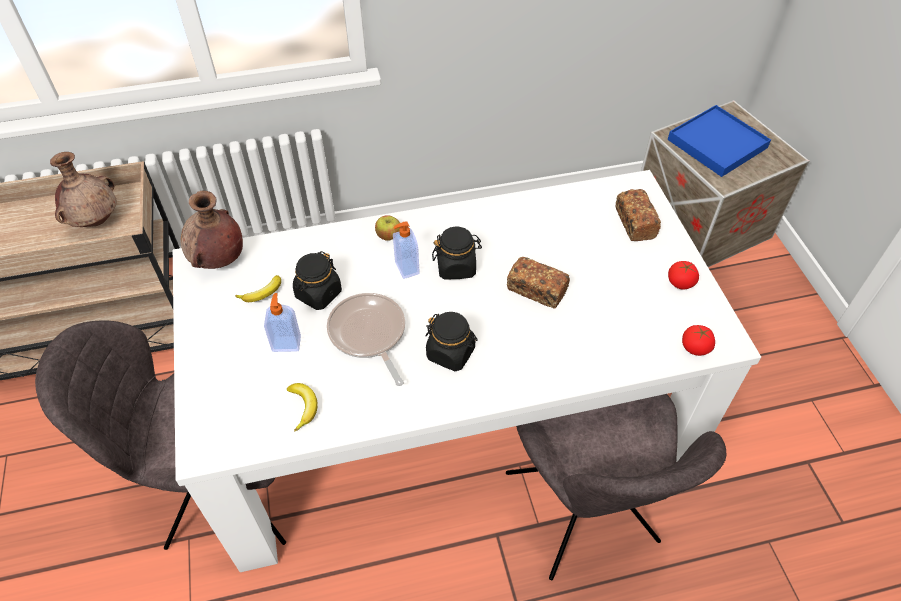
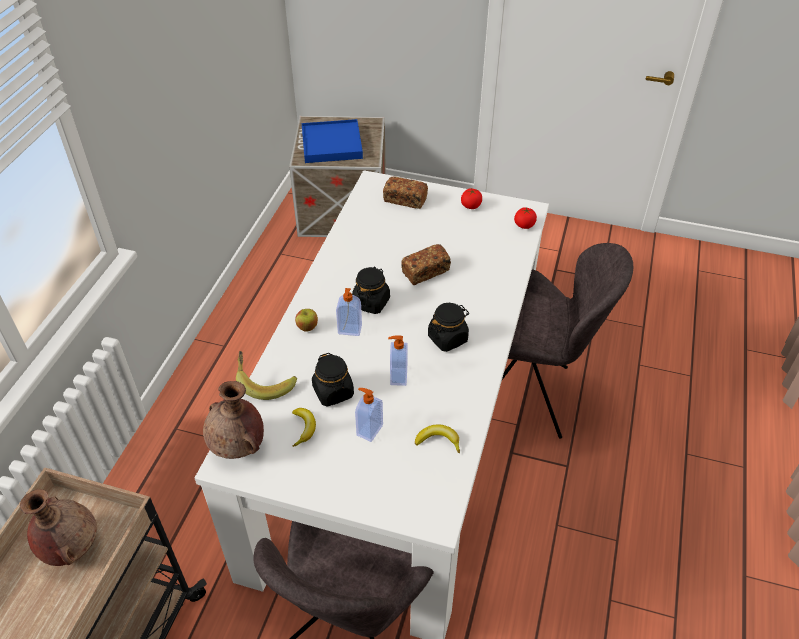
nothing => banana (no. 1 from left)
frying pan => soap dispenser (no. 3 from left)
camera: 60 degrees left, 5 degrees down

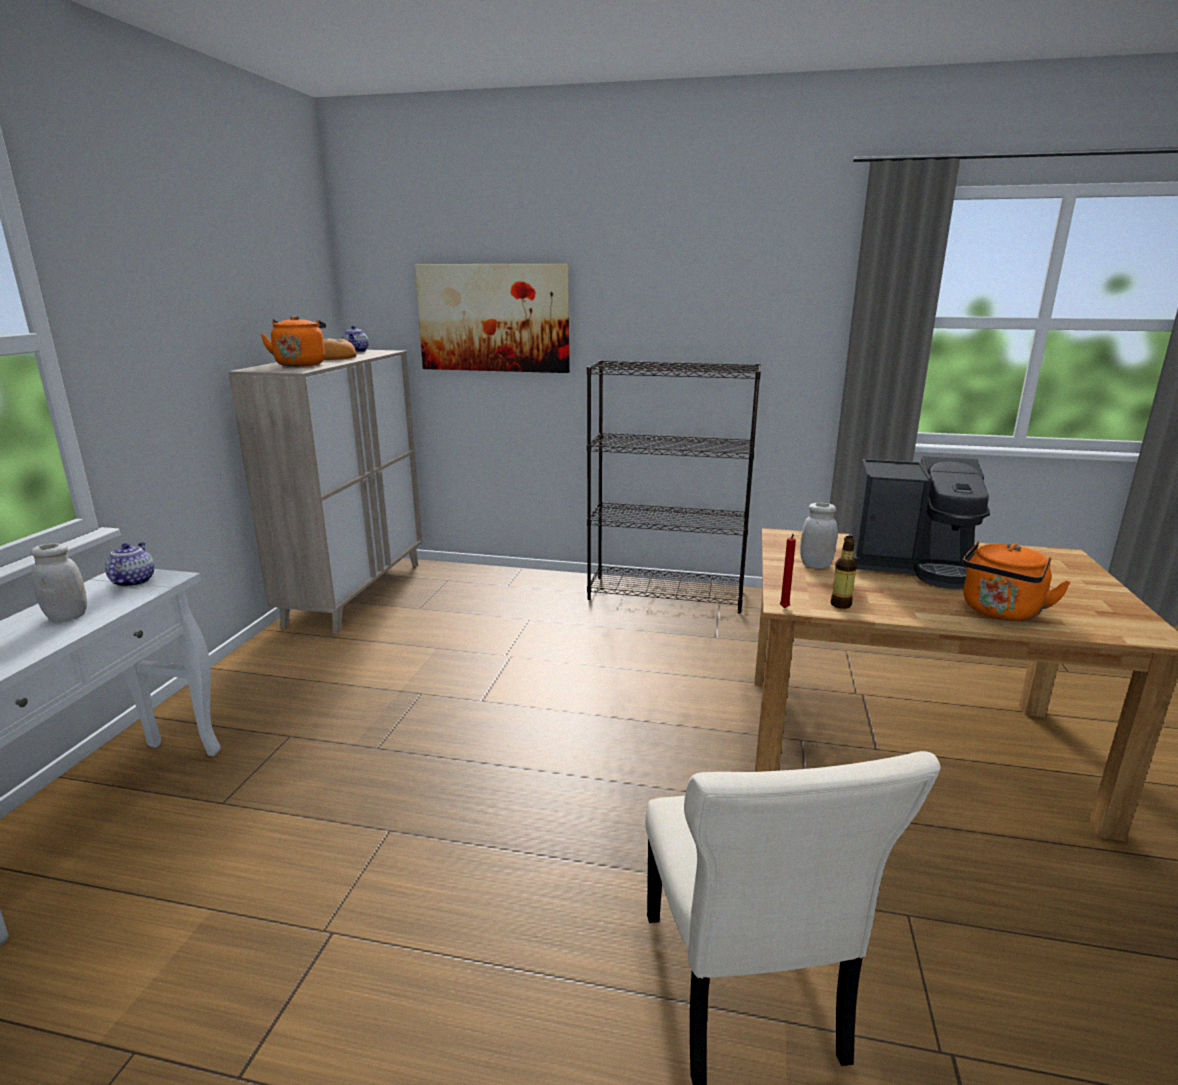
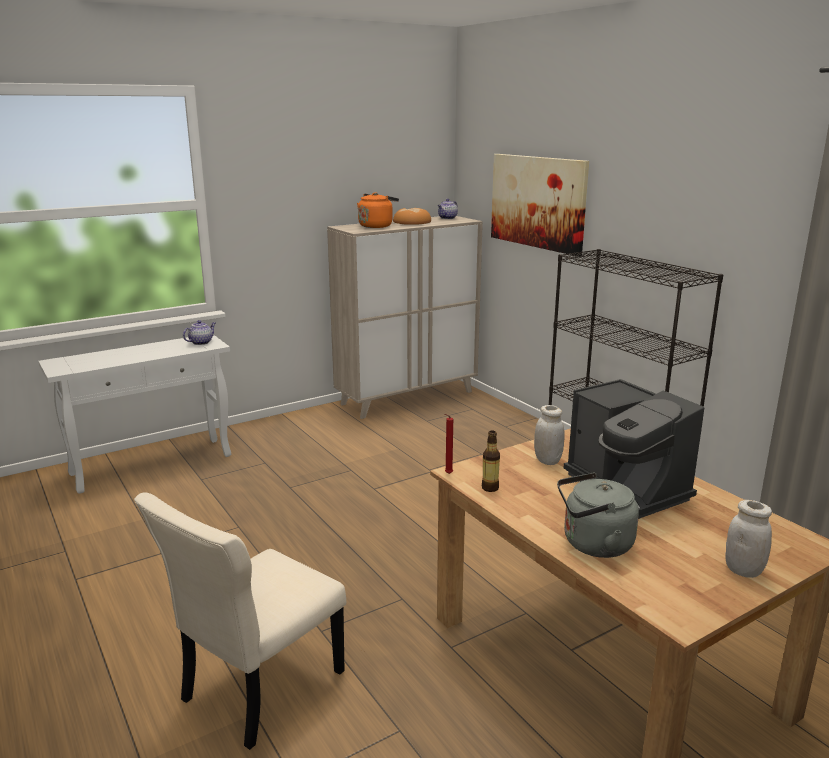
jar (white) (no. 1 from left in the first image) => jar (white) (no. 2 from left), relocated
kettle (orange) (no. 2 from left) => kettle (grey)
camera: 45 degrees right, 0 degrees up

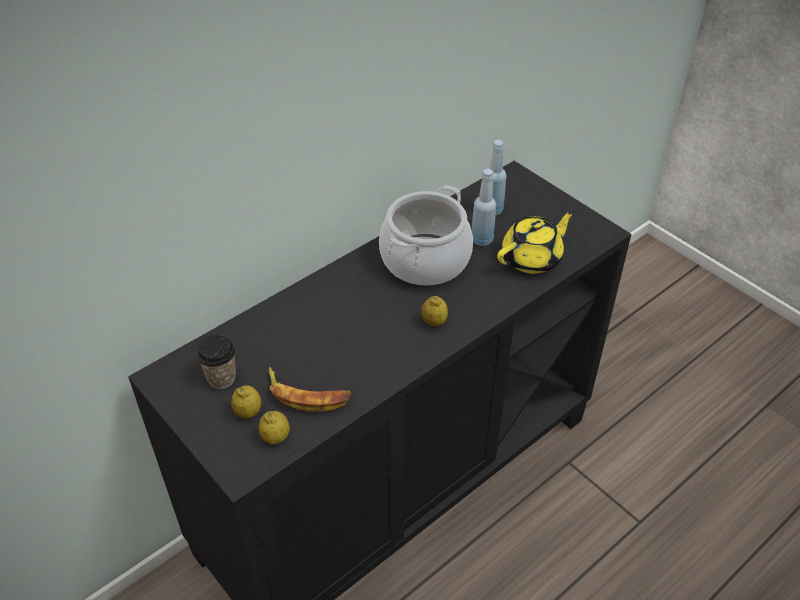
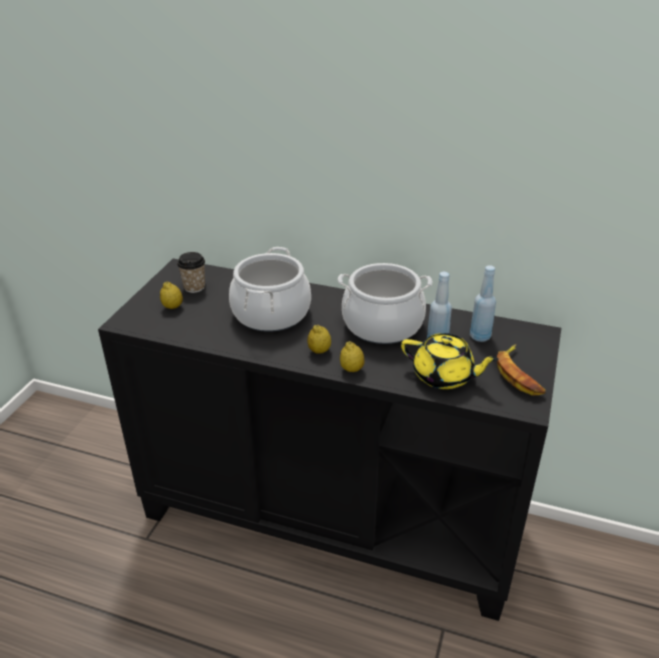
nothing => cooking pot (no. 1 from left)
lemon (no. 2 from left in the first image) => lemon (no. 3 from left), relocated
banana, relocated
camera: 60 degrees right, 10 degrees down

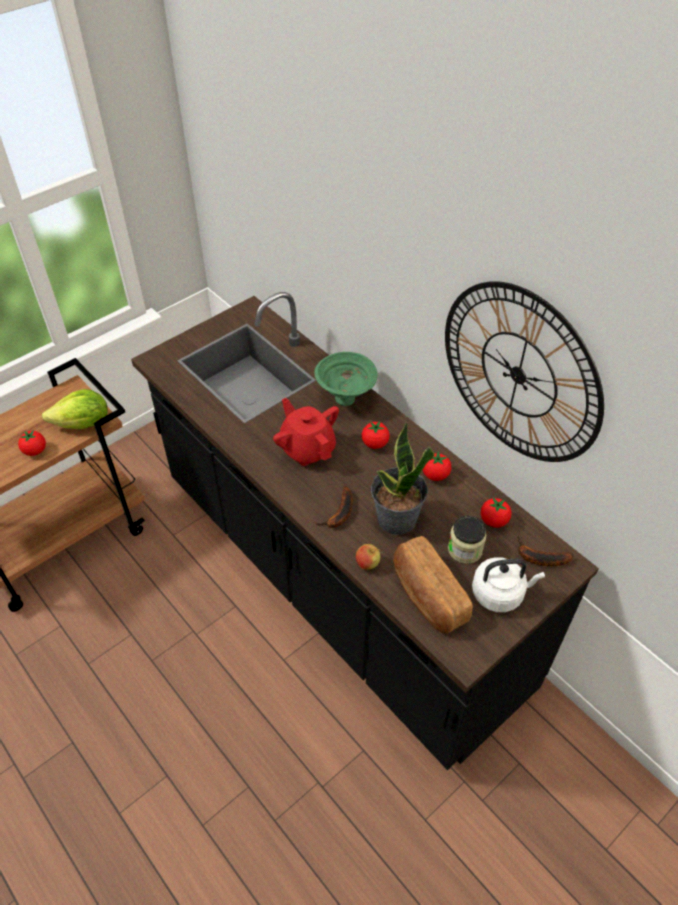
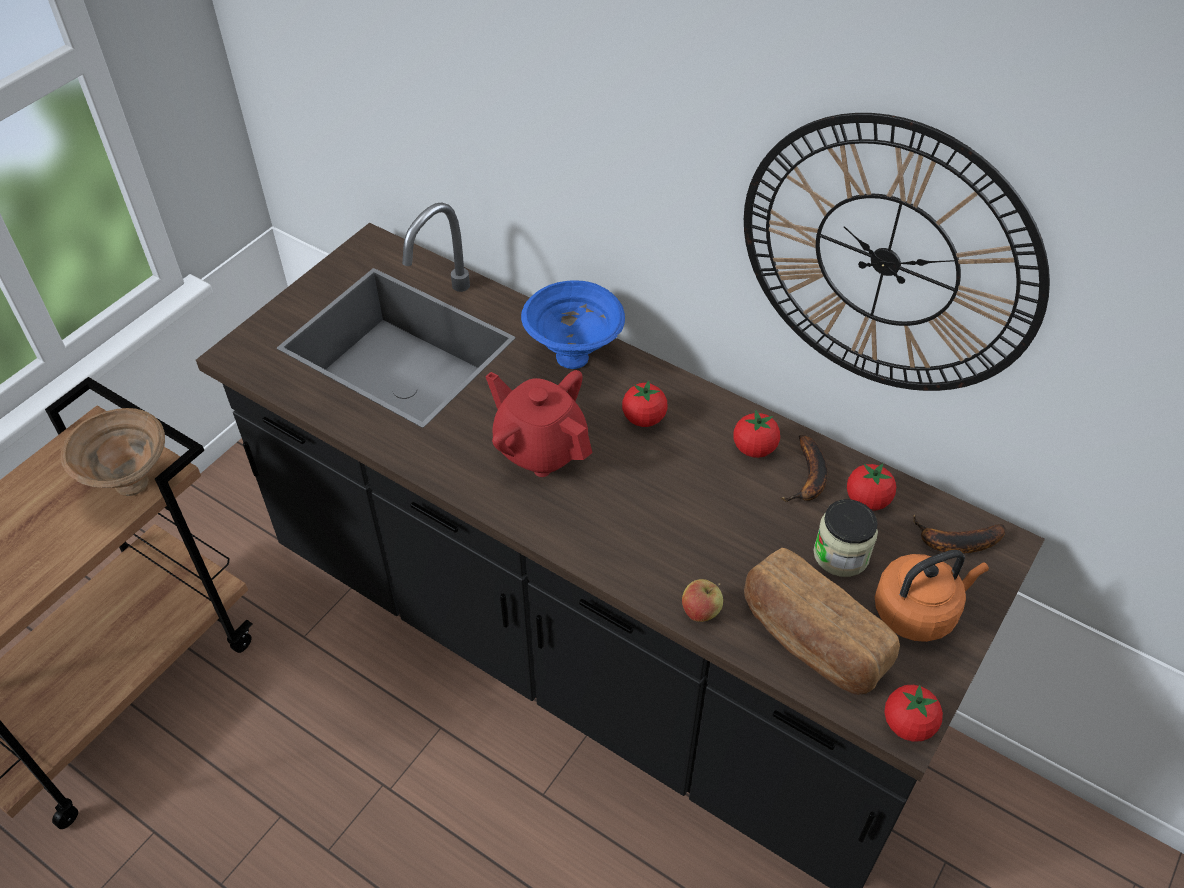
potted plant => nothing
tomato (no. 1 from left in the first image) => tomato (no. 4 from left), relocated
banana (no. 1 from left), relocated
lettuce => bowl (brown)
bowl (green) => bowl (blue)
kettle (white) => kettle (orange)
camera: 15 degrees left, 0 degrees up

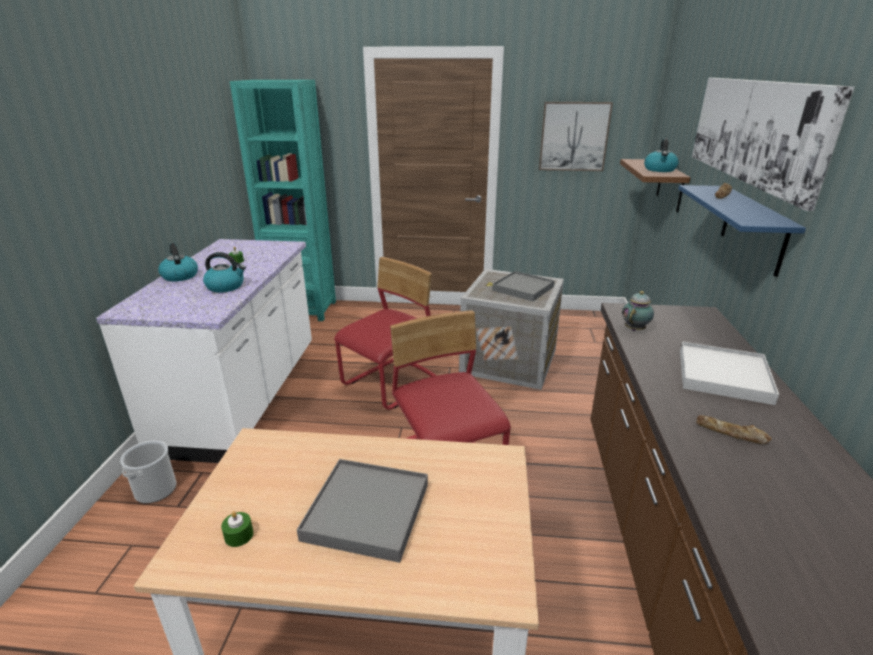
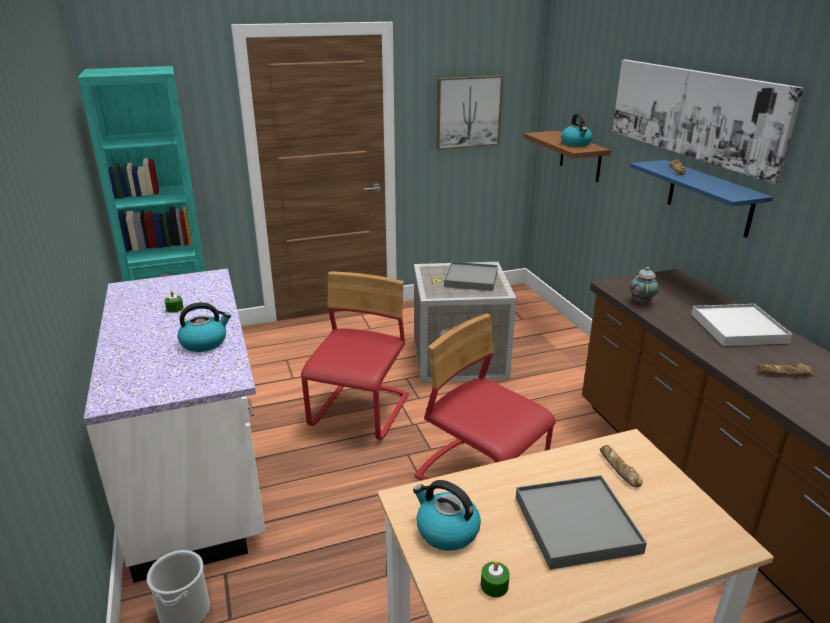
nothing => bread (no. 1 from left)
kettle (no. 1 from left in the first image) => kettle (no. 2 from left), relocated
camera: 25 degrees left, 0 degrees up

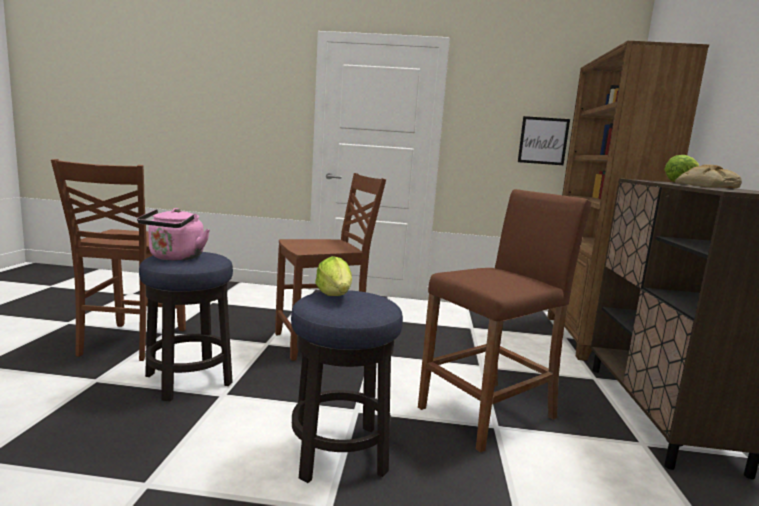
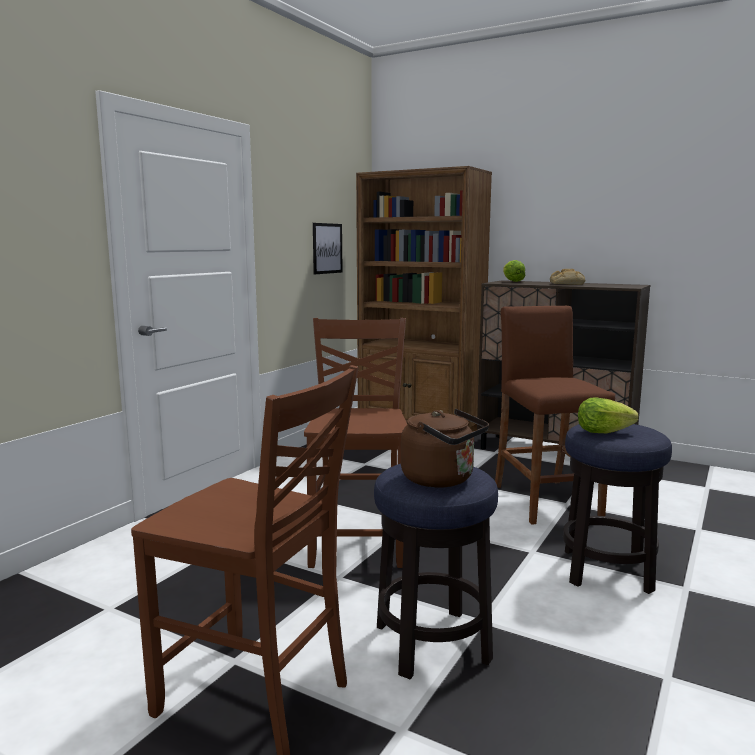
kettle (pink) => kettle (brown)
camera: 65 degrees left, 0 degrees up

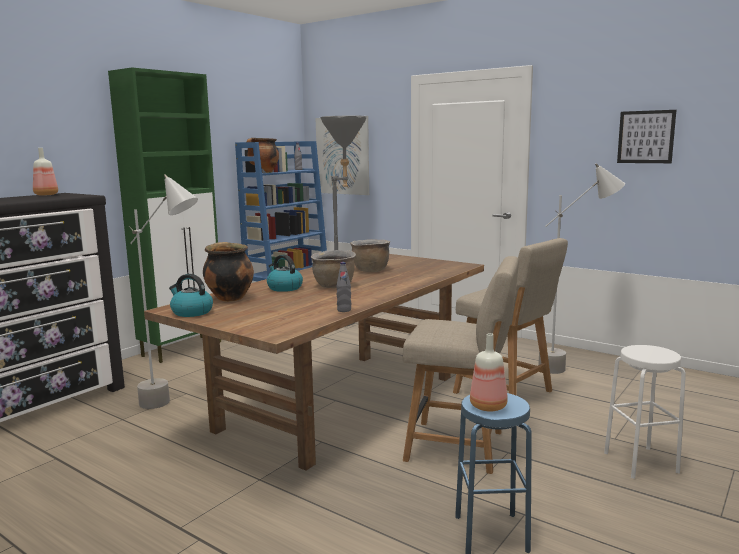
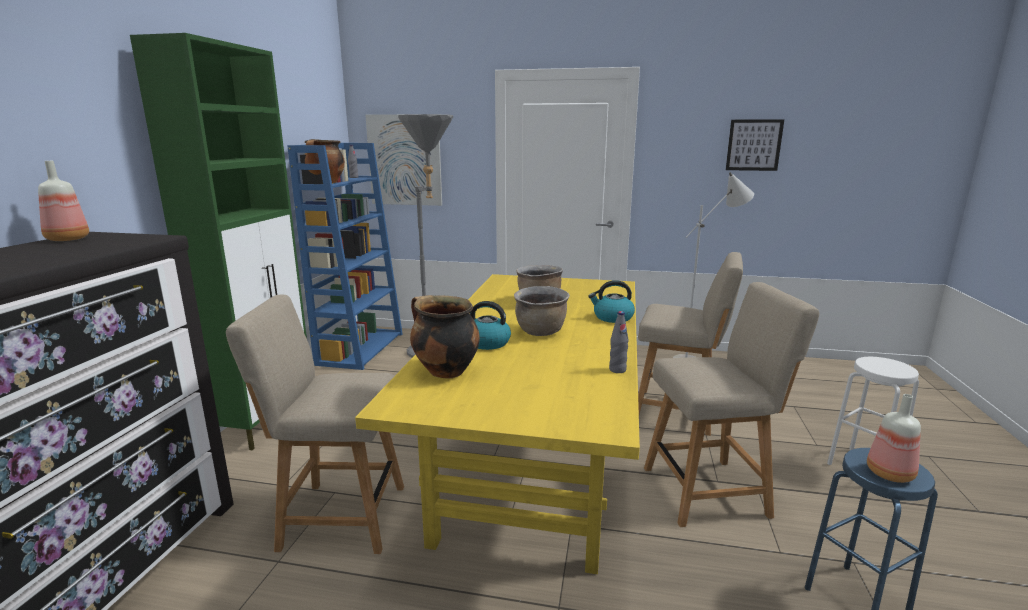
kettle (no. 1 from left in the first image) => kettle (no. 2 from left), relocated
floor lamp (grey) (no. 1 from left) => chair (beige) (no. 1 from left)
dining table (brown) => dining table (yellow)
camera: 25 degrees left, 5 degrees up

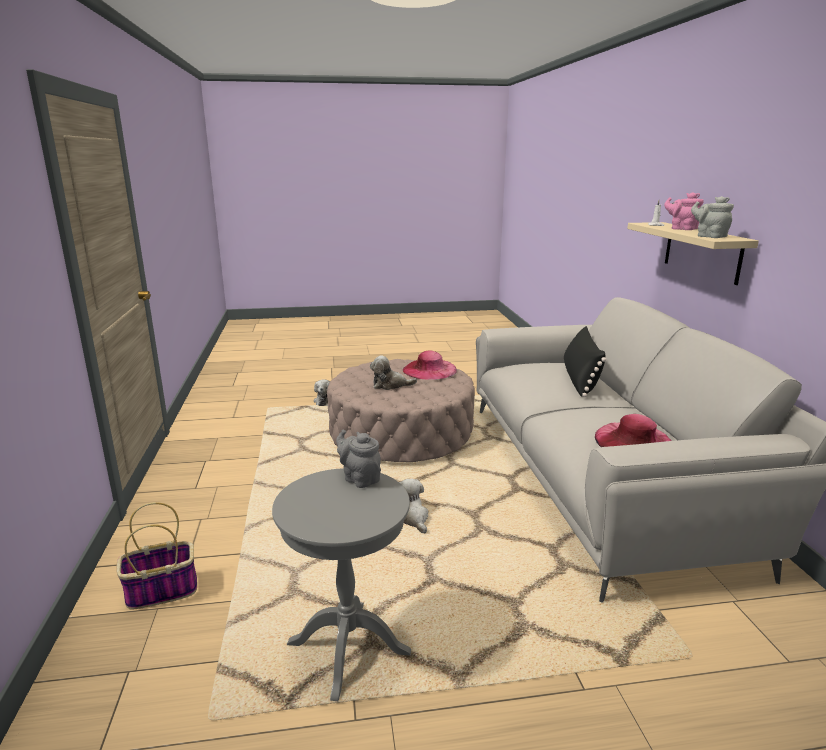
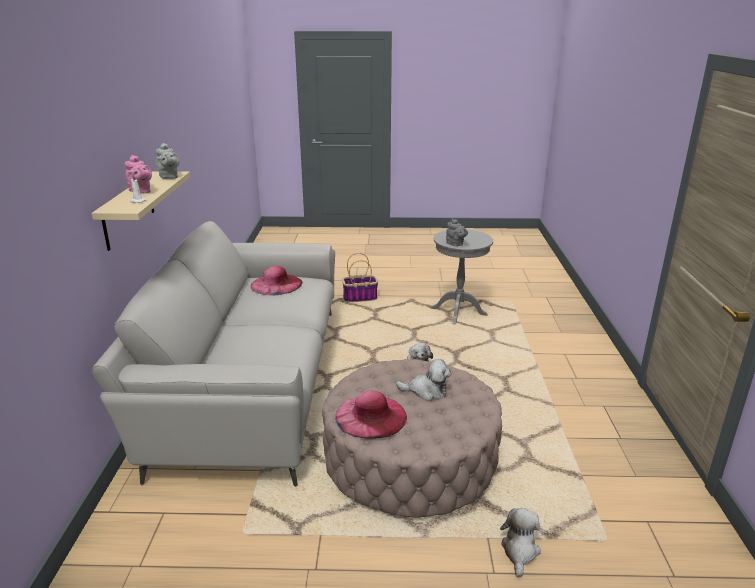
pillow (black) => nothing
basket, relocated
camera: 170 degrees left, 5 degrees up

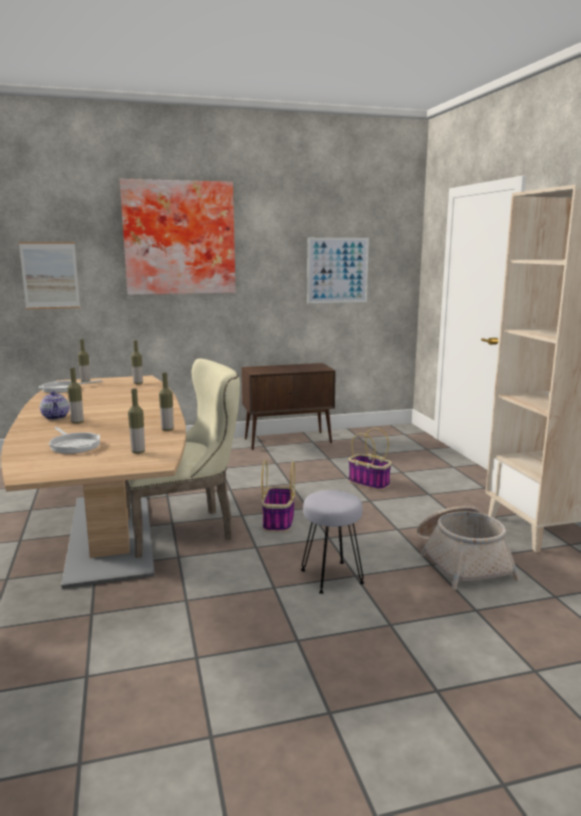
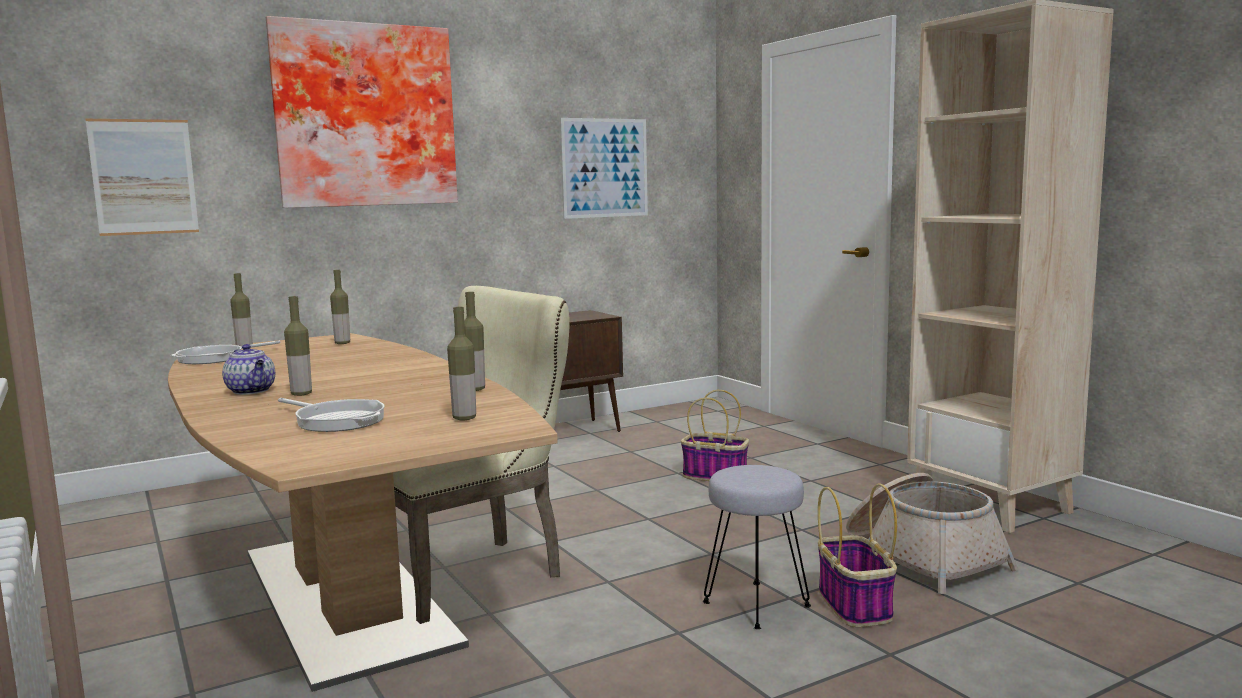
basket (no. 1 from left in the first image) => basket (no. 2 from left), relocated
camera: 15 degrees left, 5 degrees down

